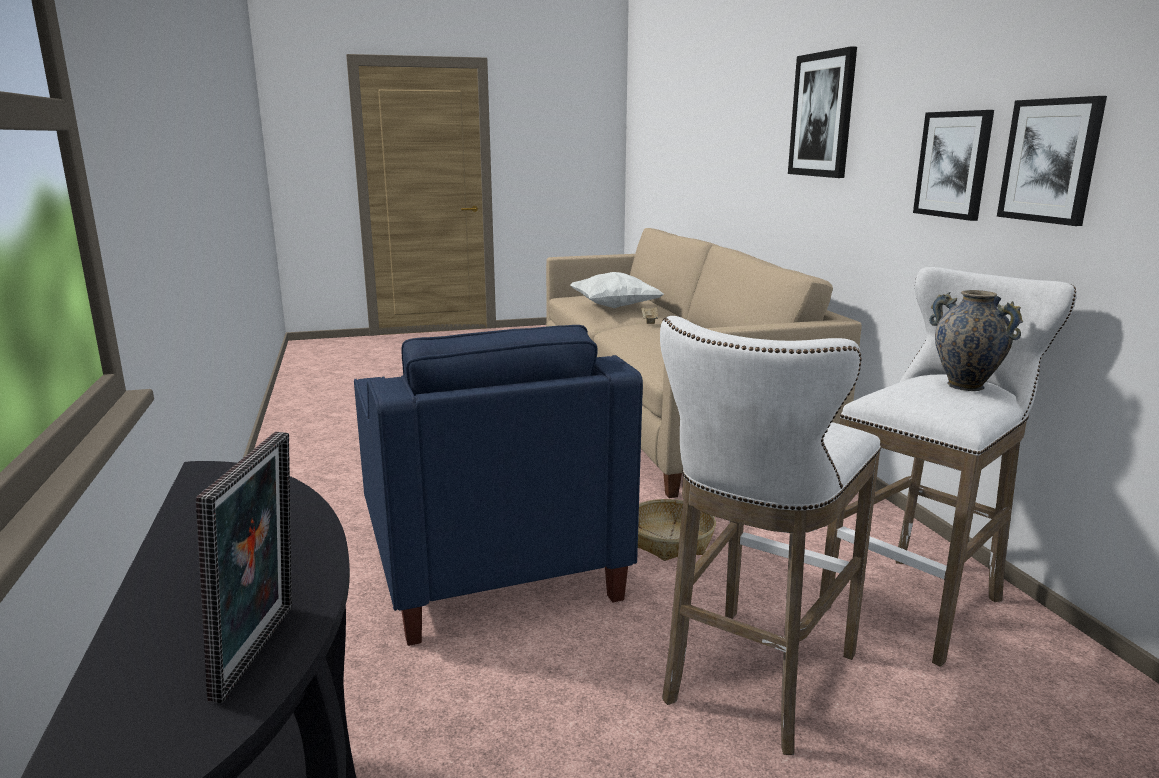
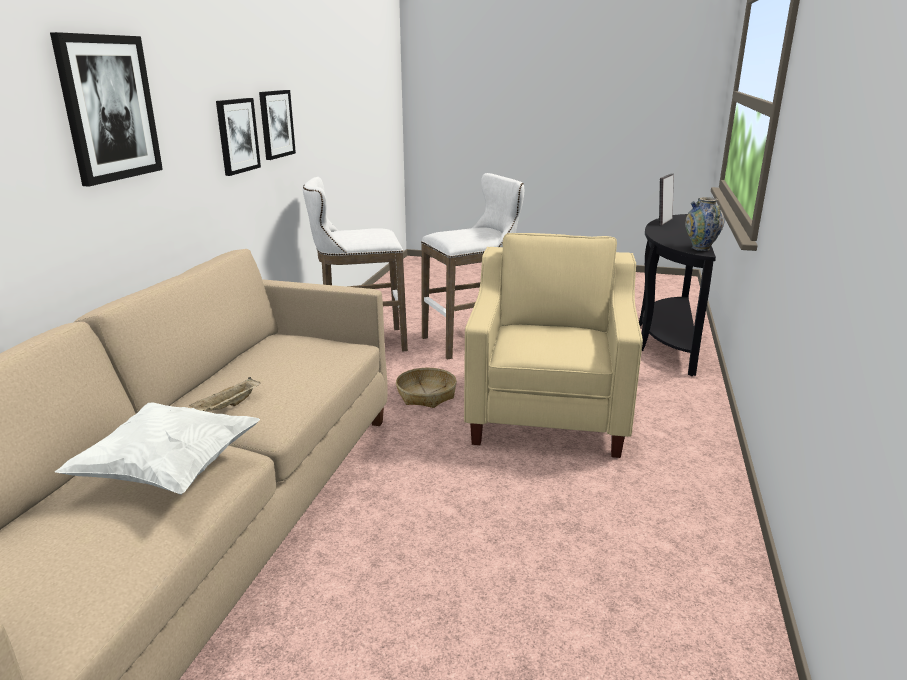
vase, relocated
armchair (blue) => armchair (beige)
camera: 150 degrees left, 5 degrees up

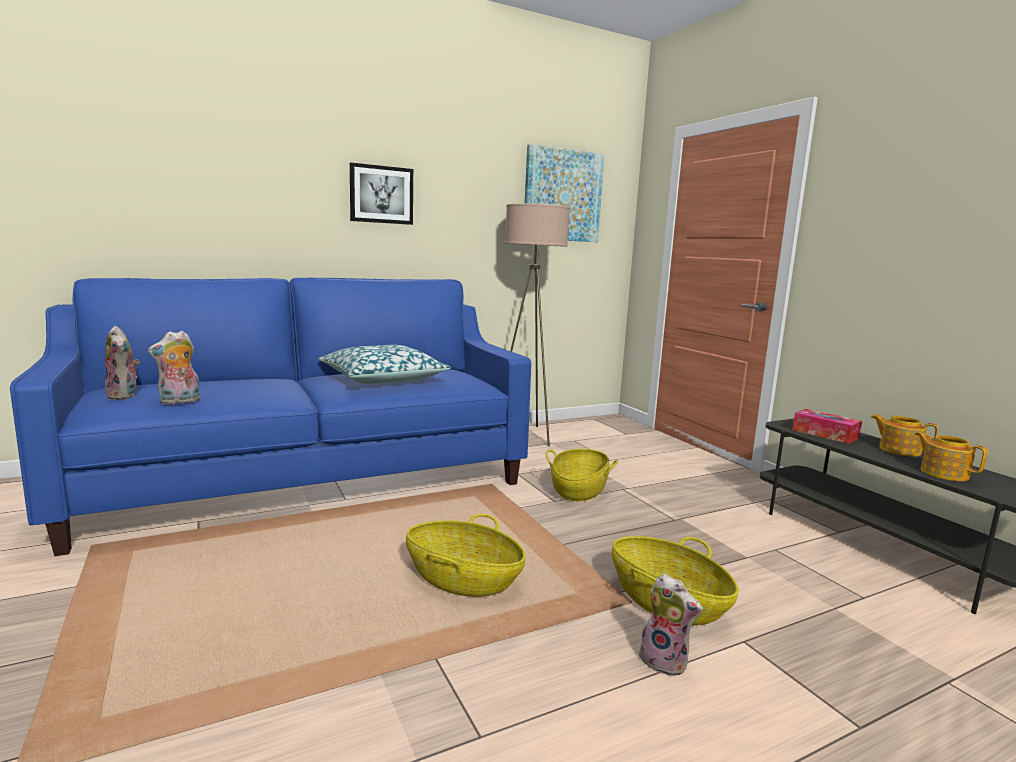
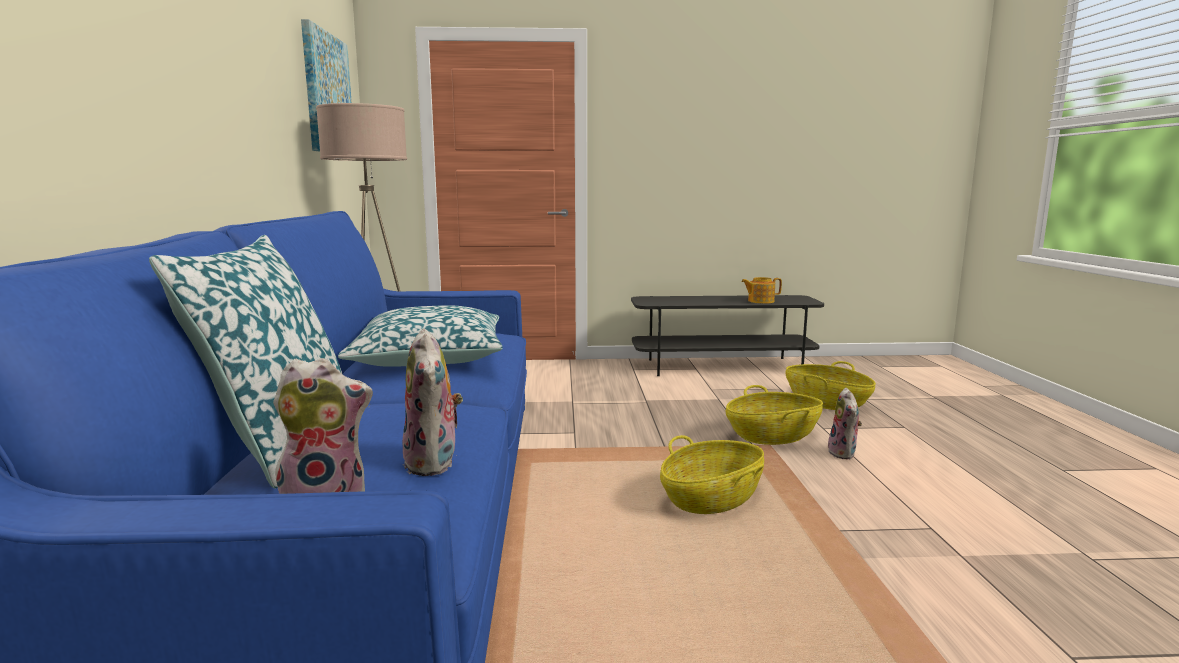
picture (no. 1 from left) => nothing
tissue box => nothing
teapot (no. 1 from left) => nothing
nothing => pillow (no. 1 from left)
basket (no. 2 from left in the first image) => basket (no. 3 from left), relocated
plush toy (no. 3 from left), 120 degrees clockwise
camera: 65 degrees left, 0 degrees up

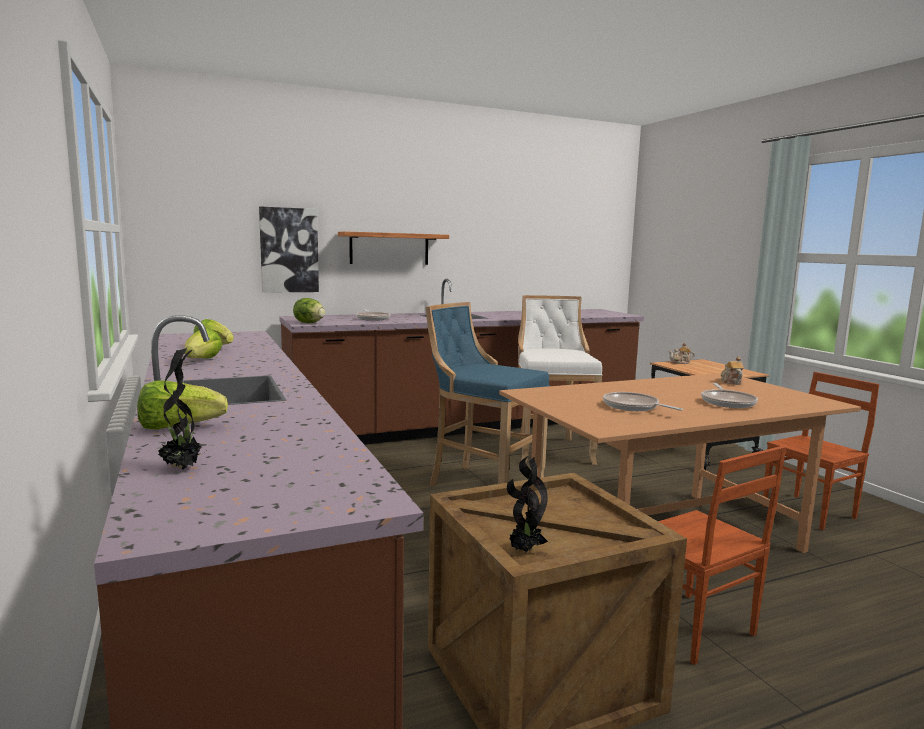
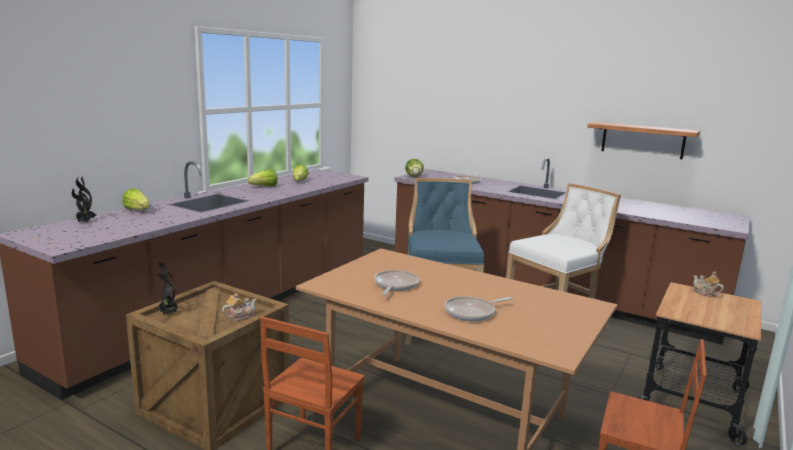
picture => nothing
shelf, relocated
teapot (no. 2 from left in the first image) => teapot (no. 1 from left), relocated
camera: 55 degrees right, 5 degrees up

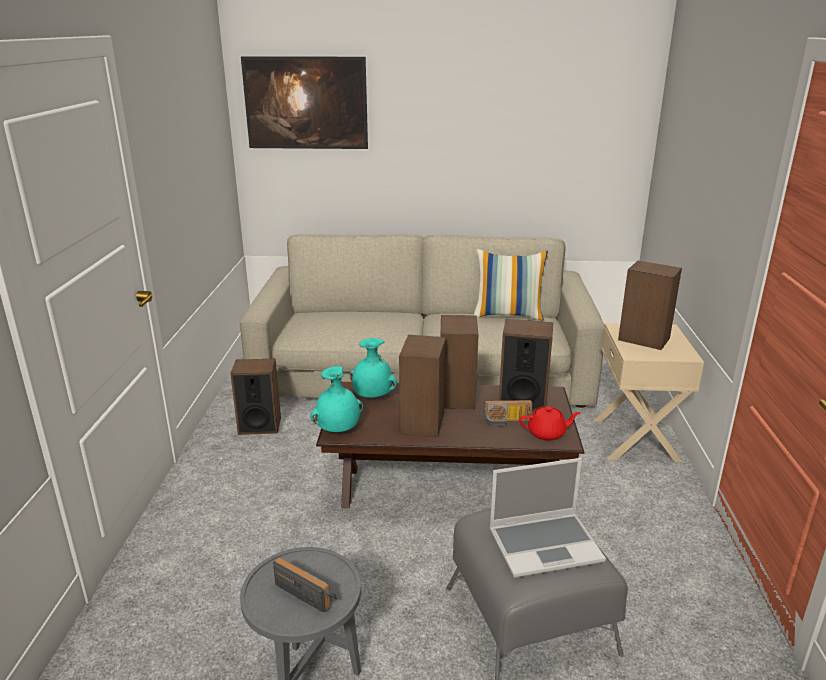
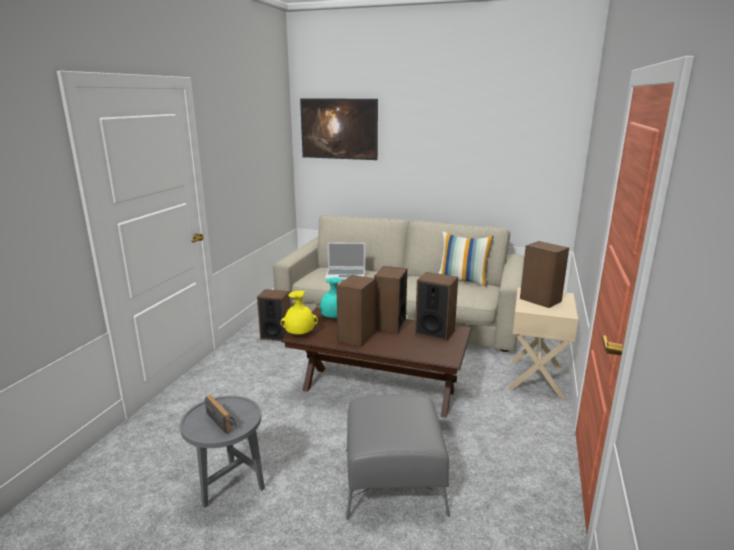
radio (no. 2 from left) => nothing
teapot (red) => nothing
laptop, relocated
vase (turquoise) (no. 1 from left) => vase (yellow)
camera: 15 degrees right, 5 degrees down

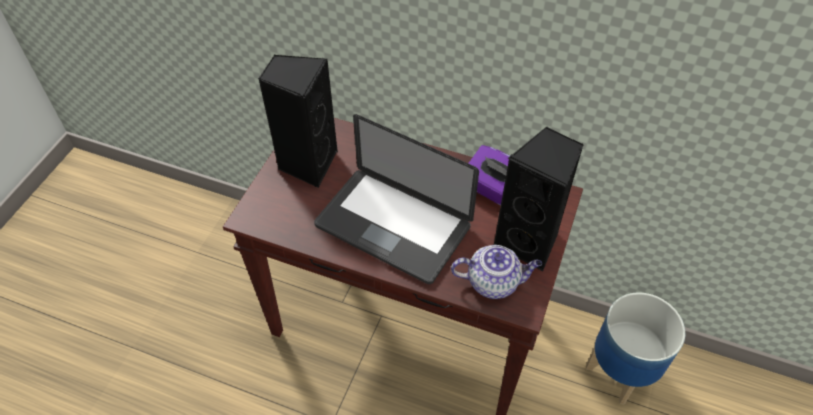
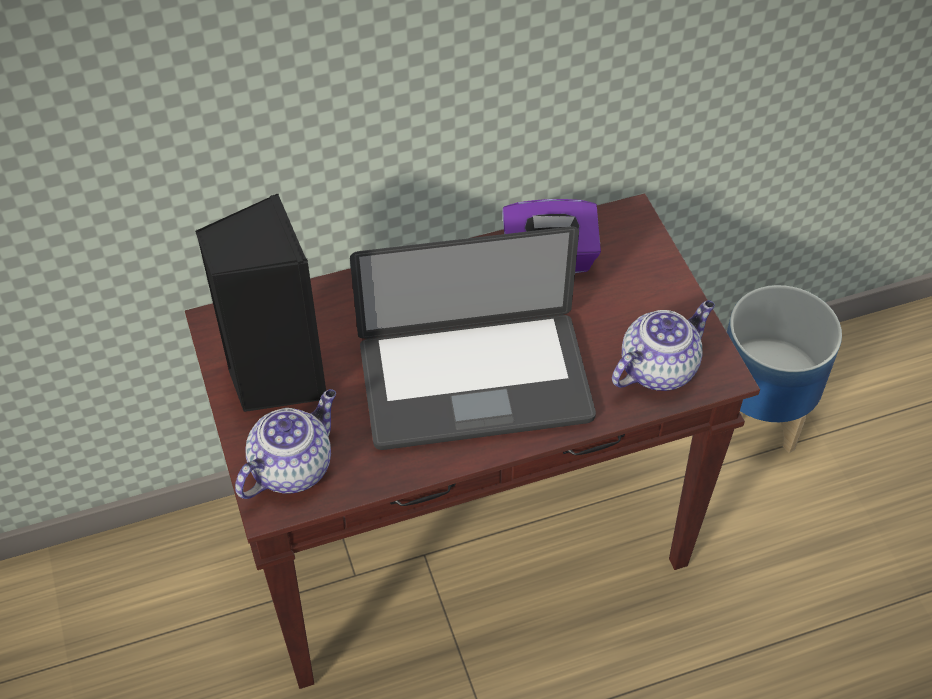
speaker (black) (no. 2 from left) => nothing
nothing => teapot (no. 1 from left)
camera: 40 degrees left, 0 degrees up

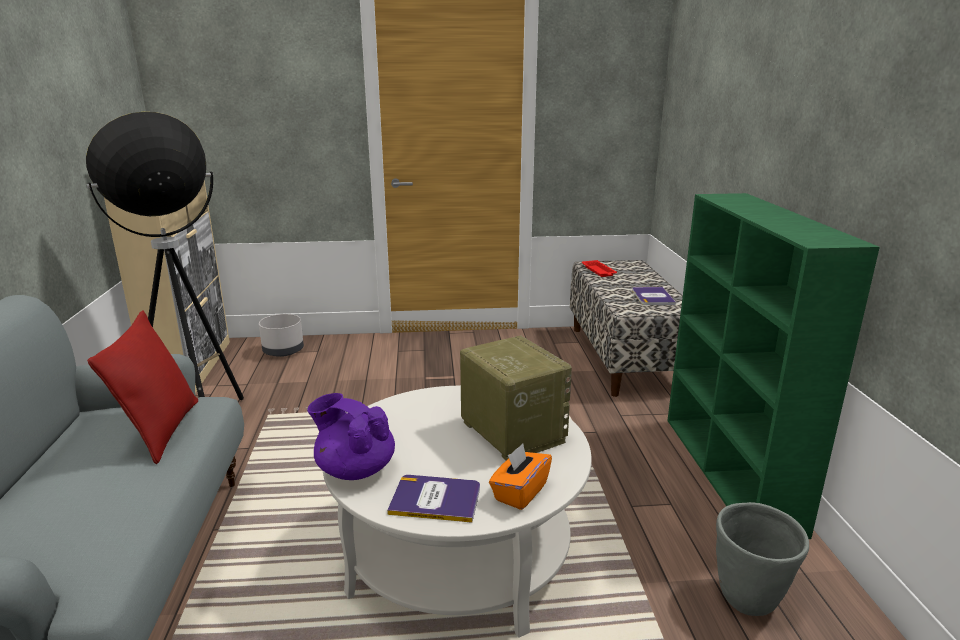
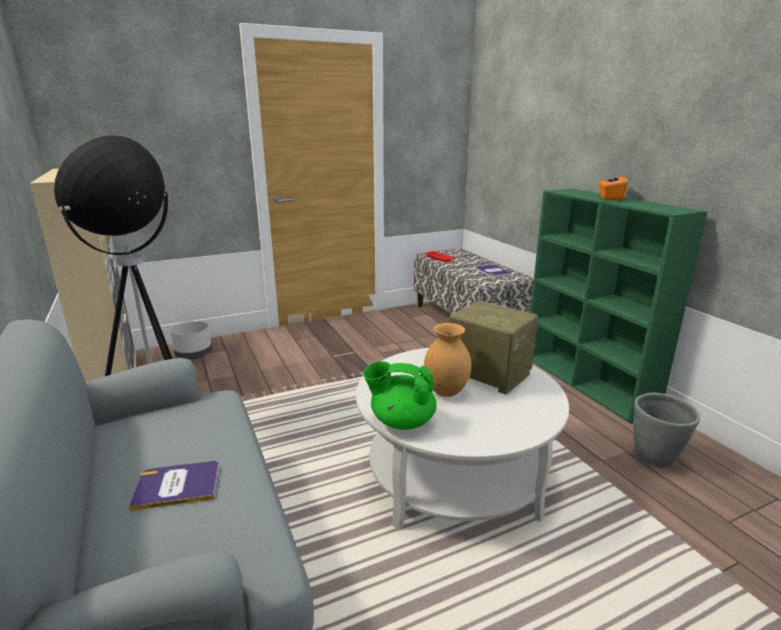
pillow (red) => nothing
nothing => vase (brown)
book (no. 1 from left), relocated
tissue box (orange), relocated
teapot (purple) => teapot (green)
camera: 20 degrees left, 0 degrees up

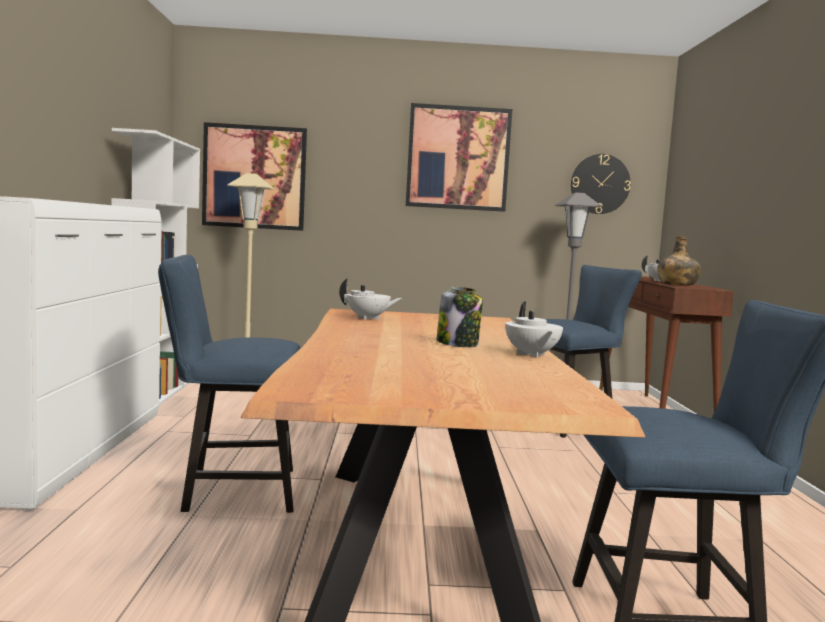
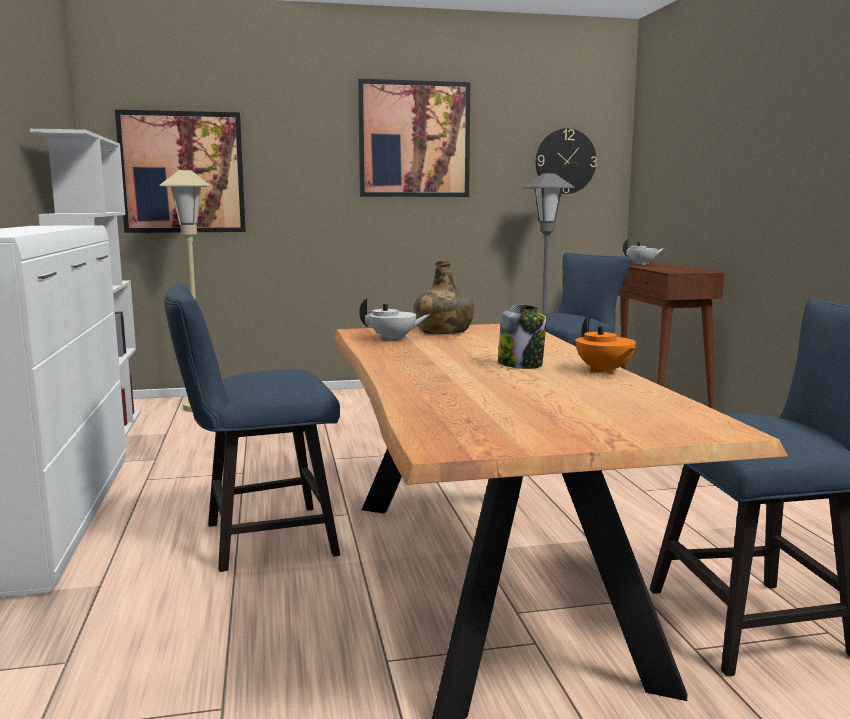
bottle (green), relocated
teapot (white) (no. 2 from left) => teapot (orange)
camera: 10 degrees left, 5 degrees up

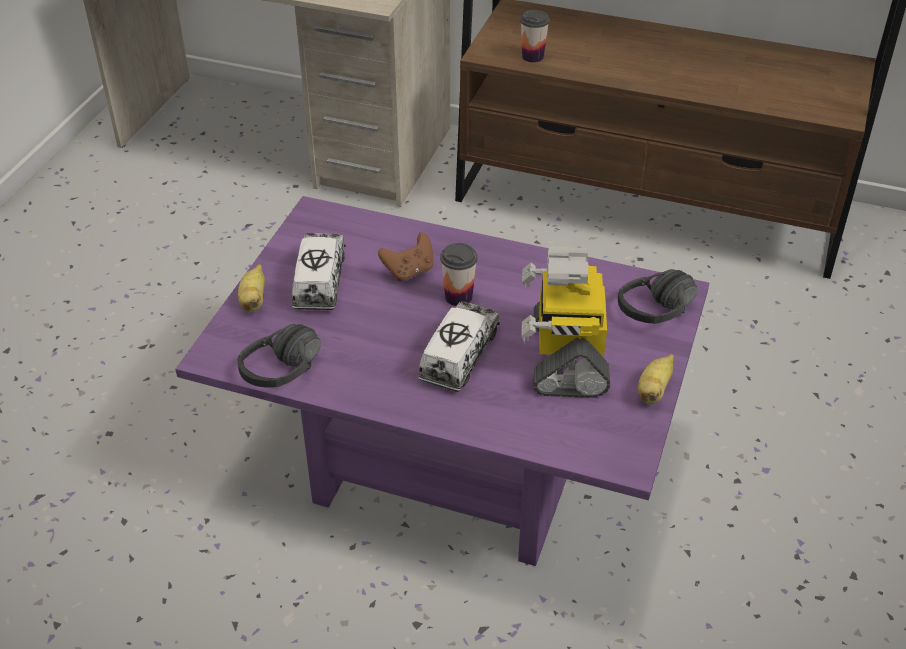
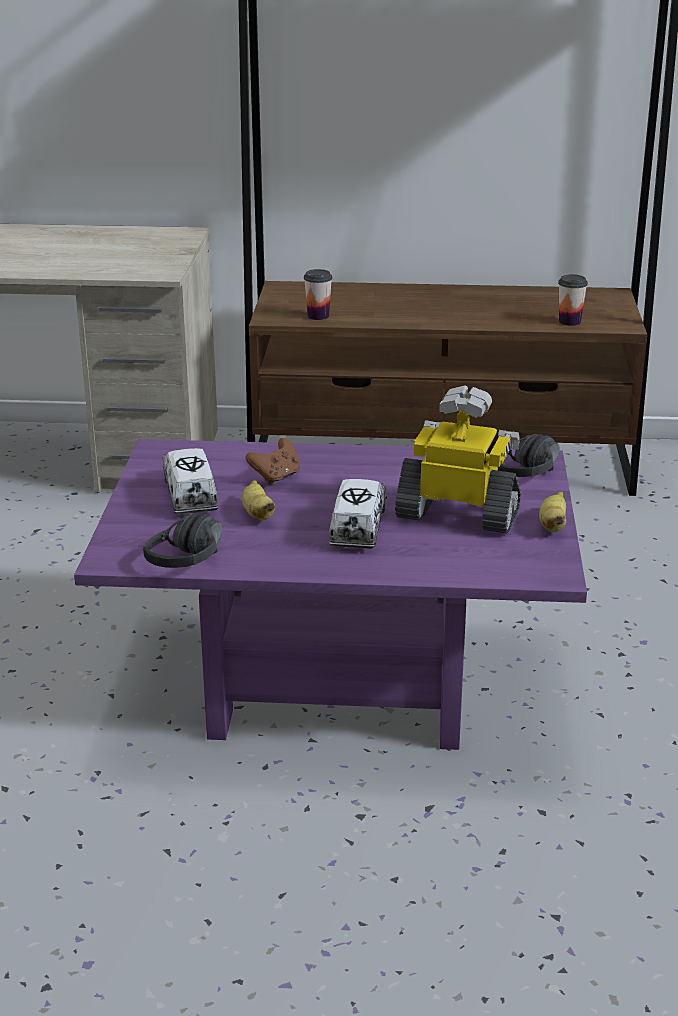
banana (no. 1 from left), relocated
cup (no. 1 from left in the first image) => cup (no. 2 from left), relocated
toy robot, 120 degrees clockwise
camera: 15 degrees left, 15 degrees down

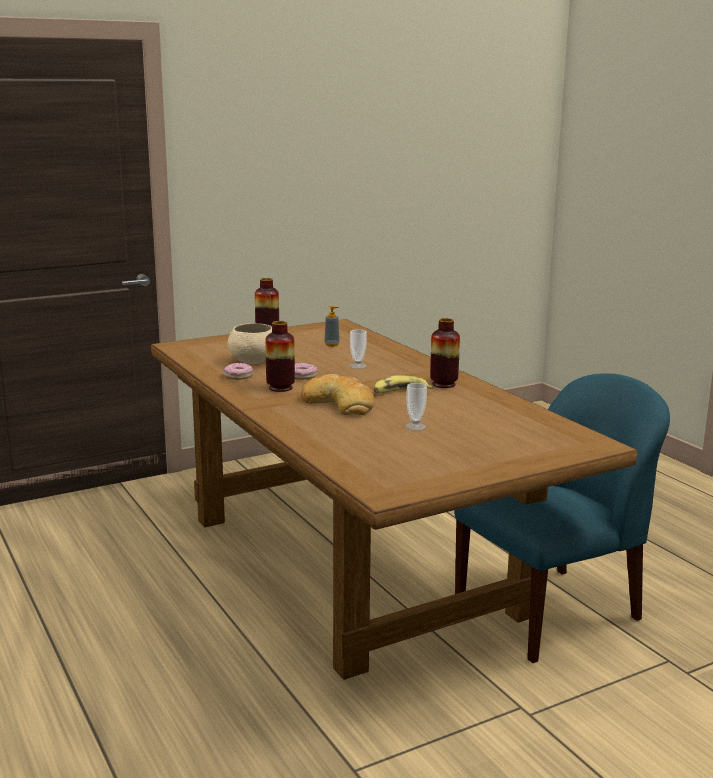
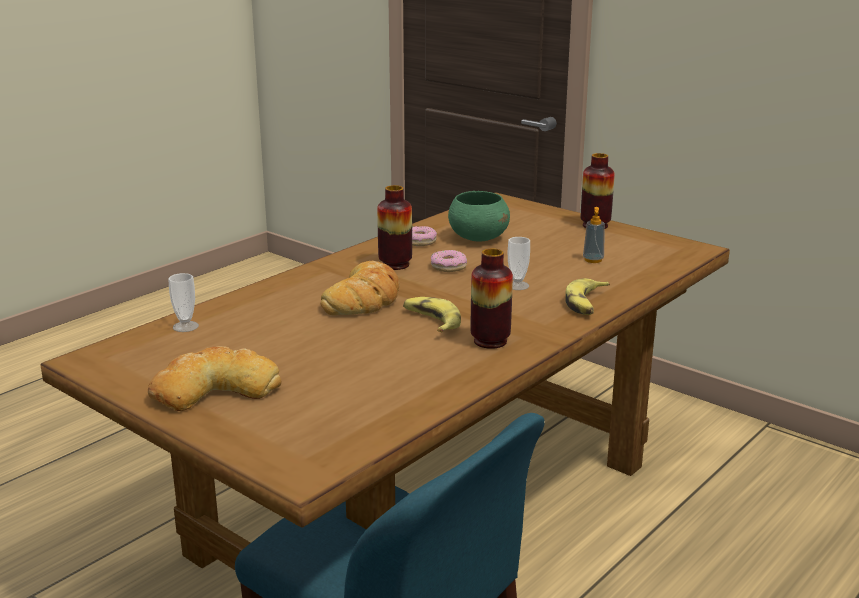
nothing => bread (no. 1 from left)
nothing => banana (no. 2 from left)
cup (no. 2 from left in the first image) => cup (no. 1 from left), relocated
bowl (beige) => bowl (green)
camera: 70 degrees right, 5 degrees up

